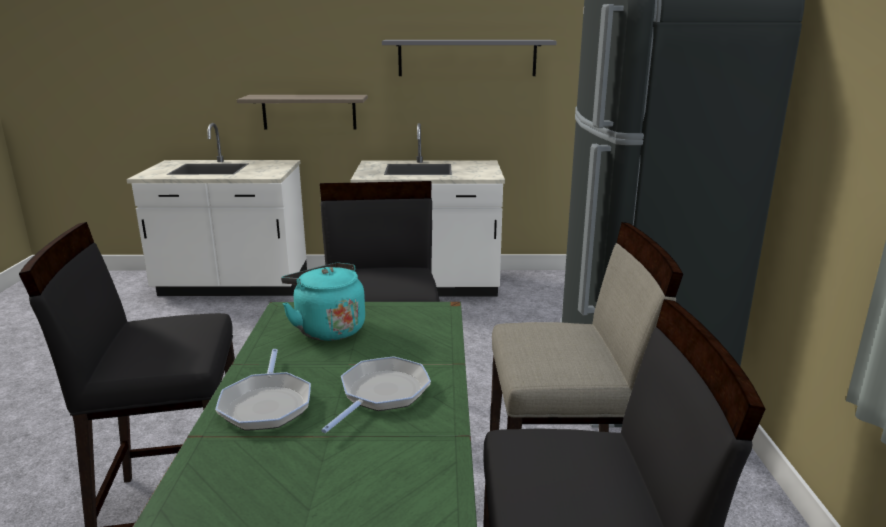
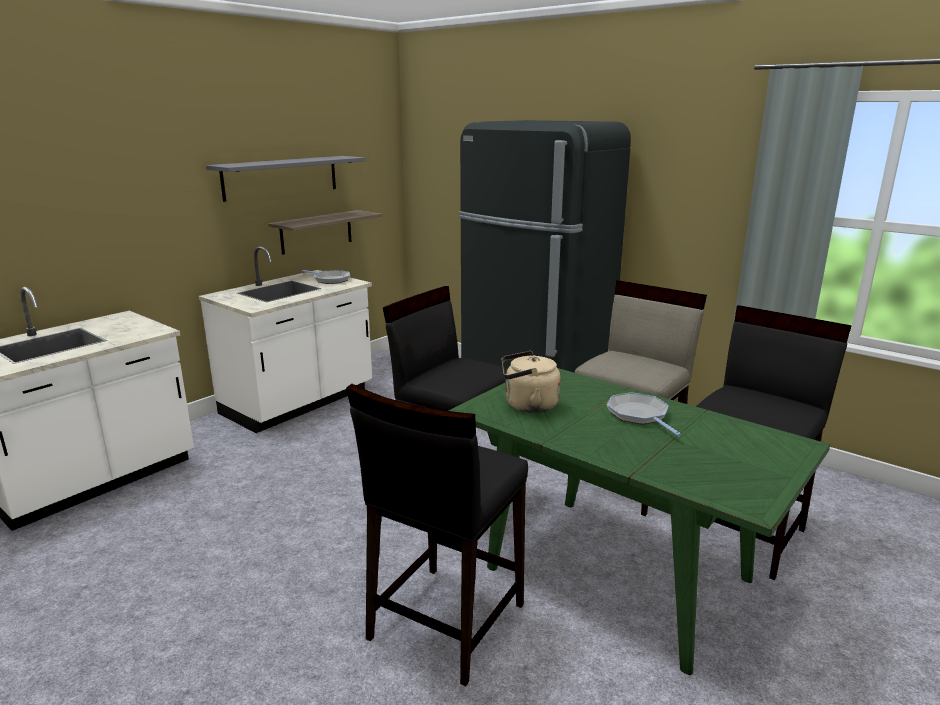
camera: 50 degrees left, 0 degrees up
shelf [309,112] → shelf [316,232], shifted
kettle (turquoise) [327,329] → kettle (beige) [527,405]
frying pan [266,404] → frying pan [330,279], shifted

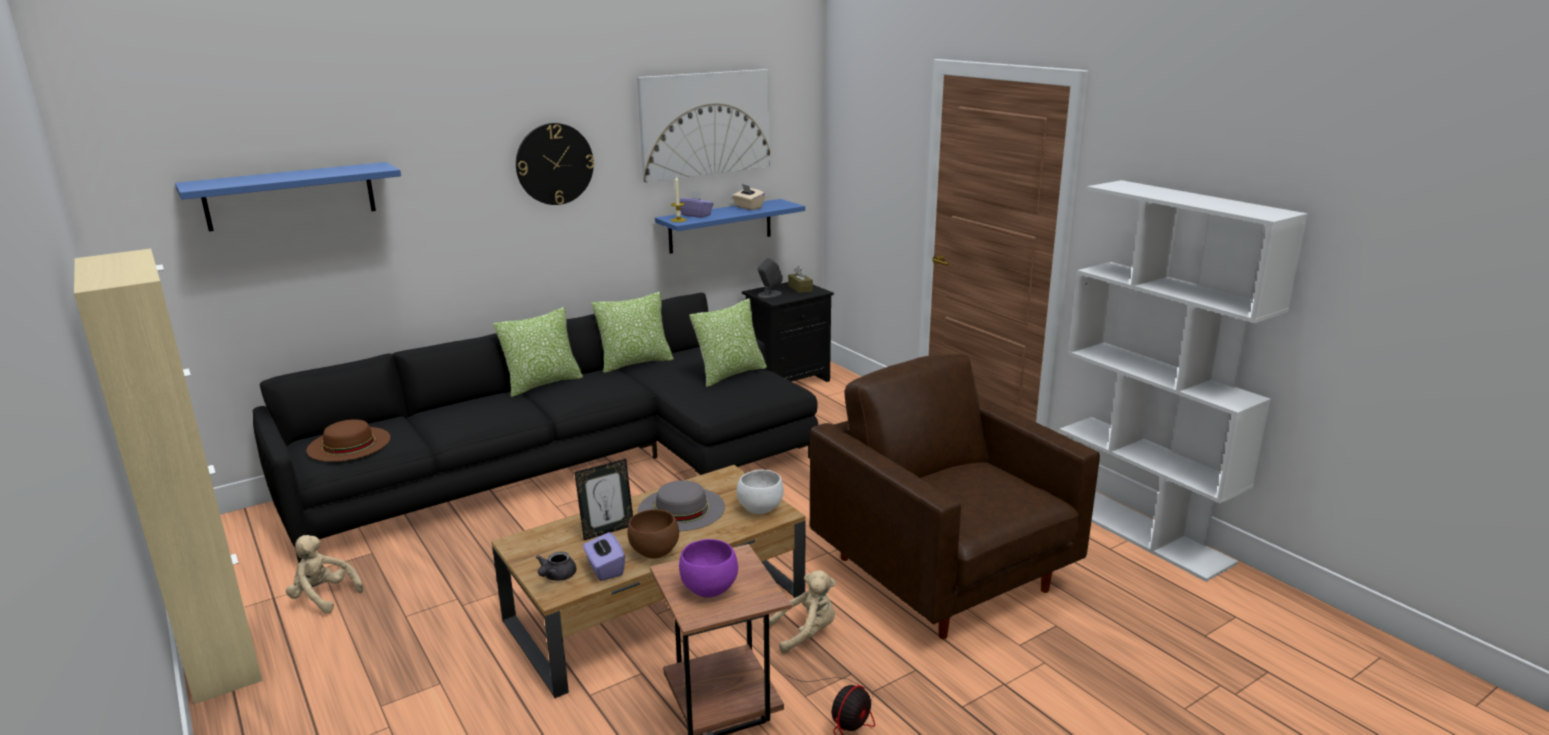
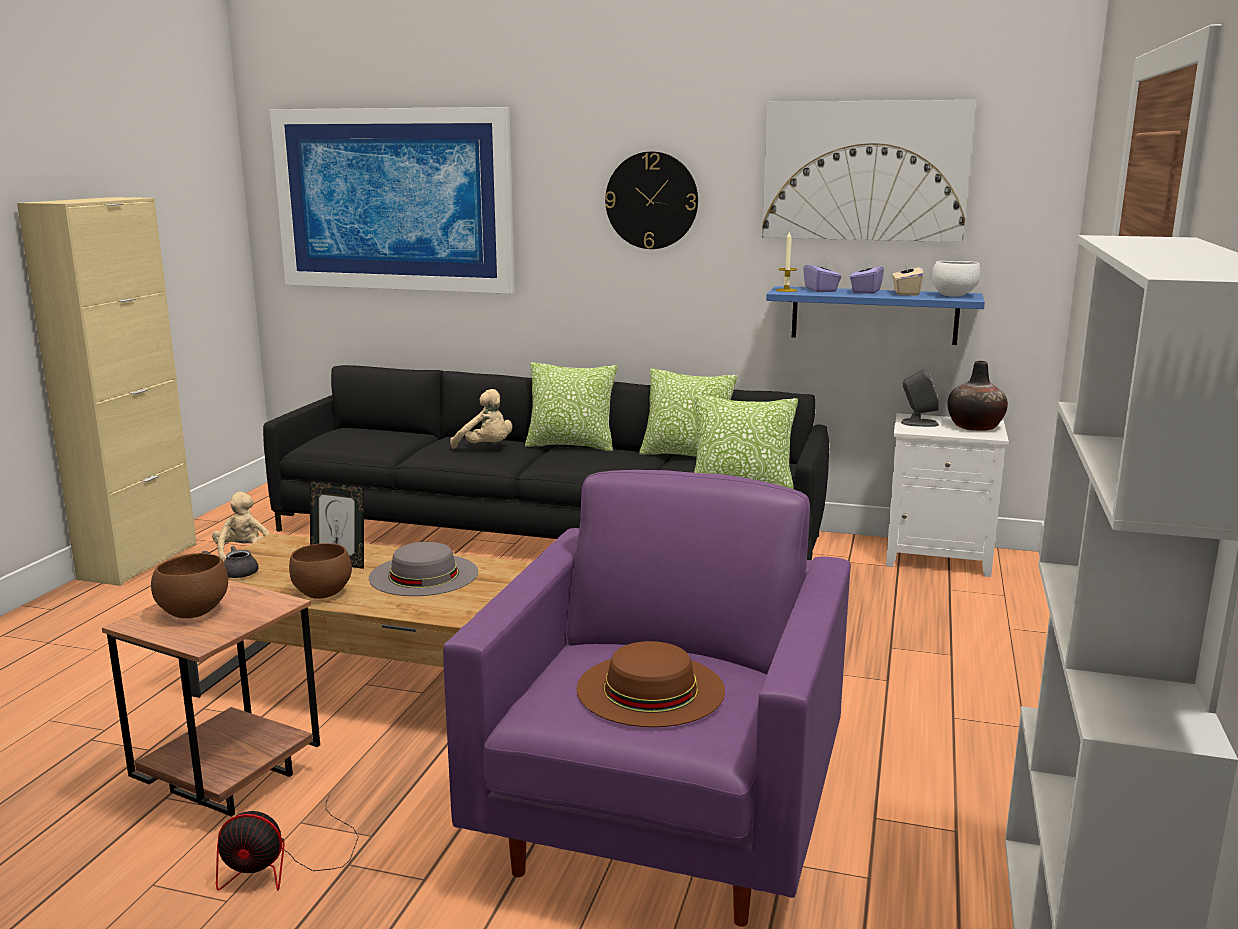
camera: 50 degrees right, 5 degrees down
shelf (blue) [290,196] → picture [394,200]
tissue box (brown) [800,288] → vase [975,427]
nightstand (black) [788,379] → nightstand (white) [939,557]
armchair (brown) [944,575] → armchair (purple) [662,822]
hat (brown) [349,444] → hat (brown) [650,689], shifted
bowl (white) [759,508] → bowl (white) [953,295], shifted
tissue box (purple) [604,569] → tissue box (purple) [865,291], shifted
bowl (purple) [708,590] → bowl (brown) [191,612]
plush toy (beige) [806,633] → plush toy (beige) [486,448], shifted

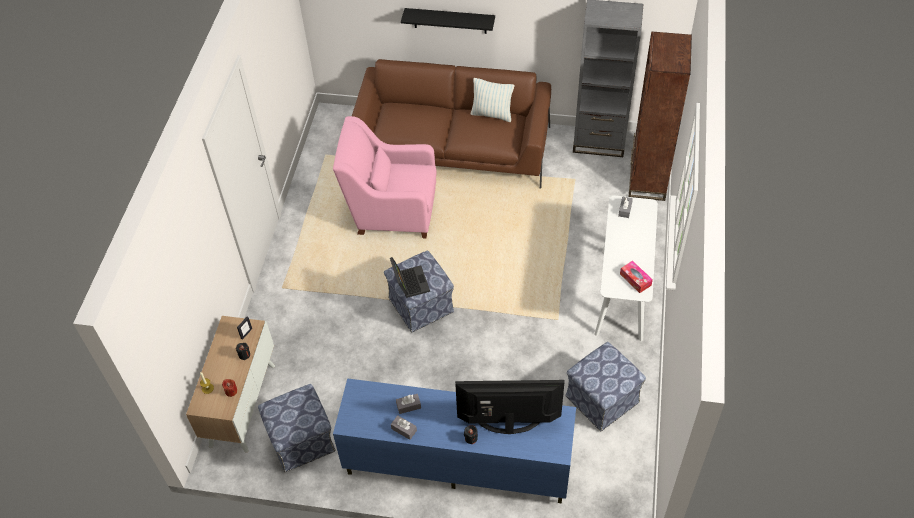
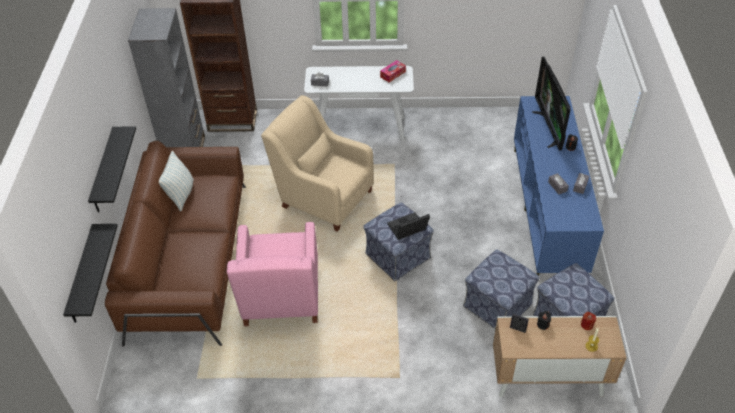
camera: 100 degrees left, 5 degrees down
ottoman [601,400] → ottoman [498,306], shifted
- → armchair (beige) [323,197]
- → shelf (black) [82,276]

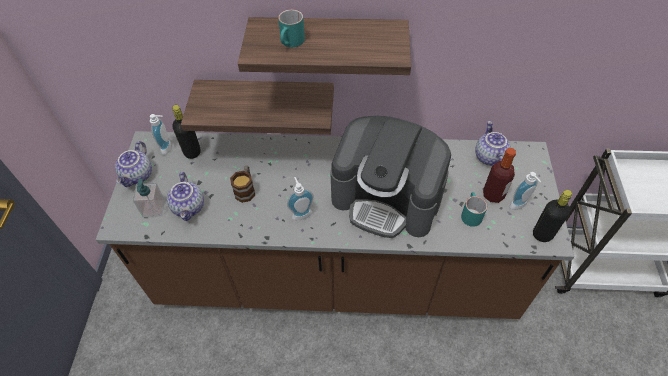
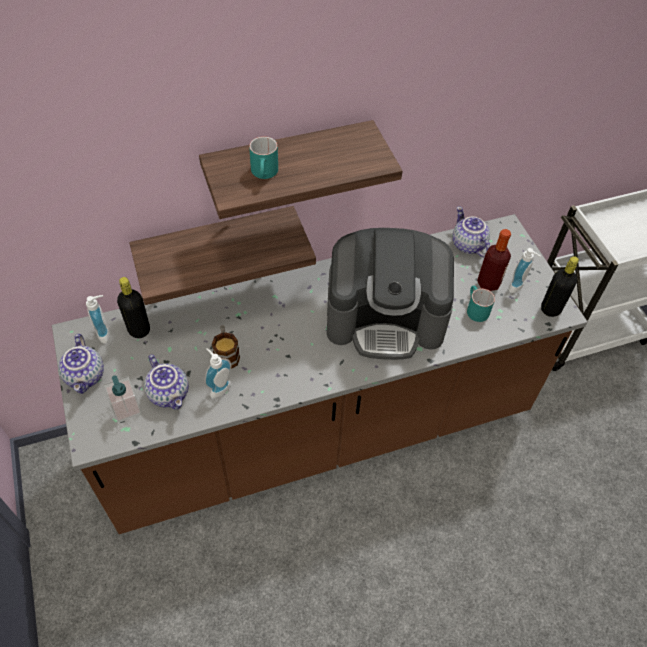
camera: 25 degrees left, 0 degrees up
soap dispenser [301,213] → soap dispenser [218,388], shifted

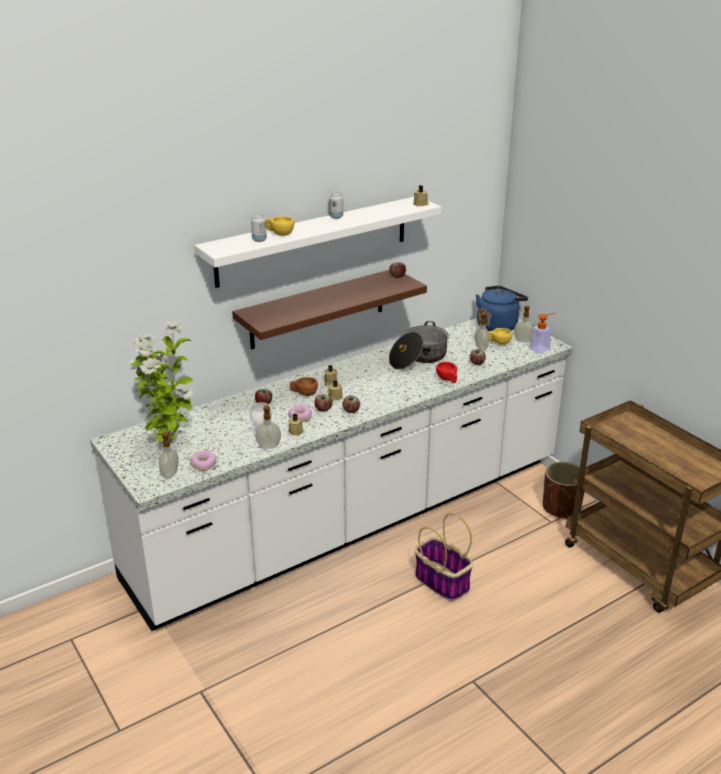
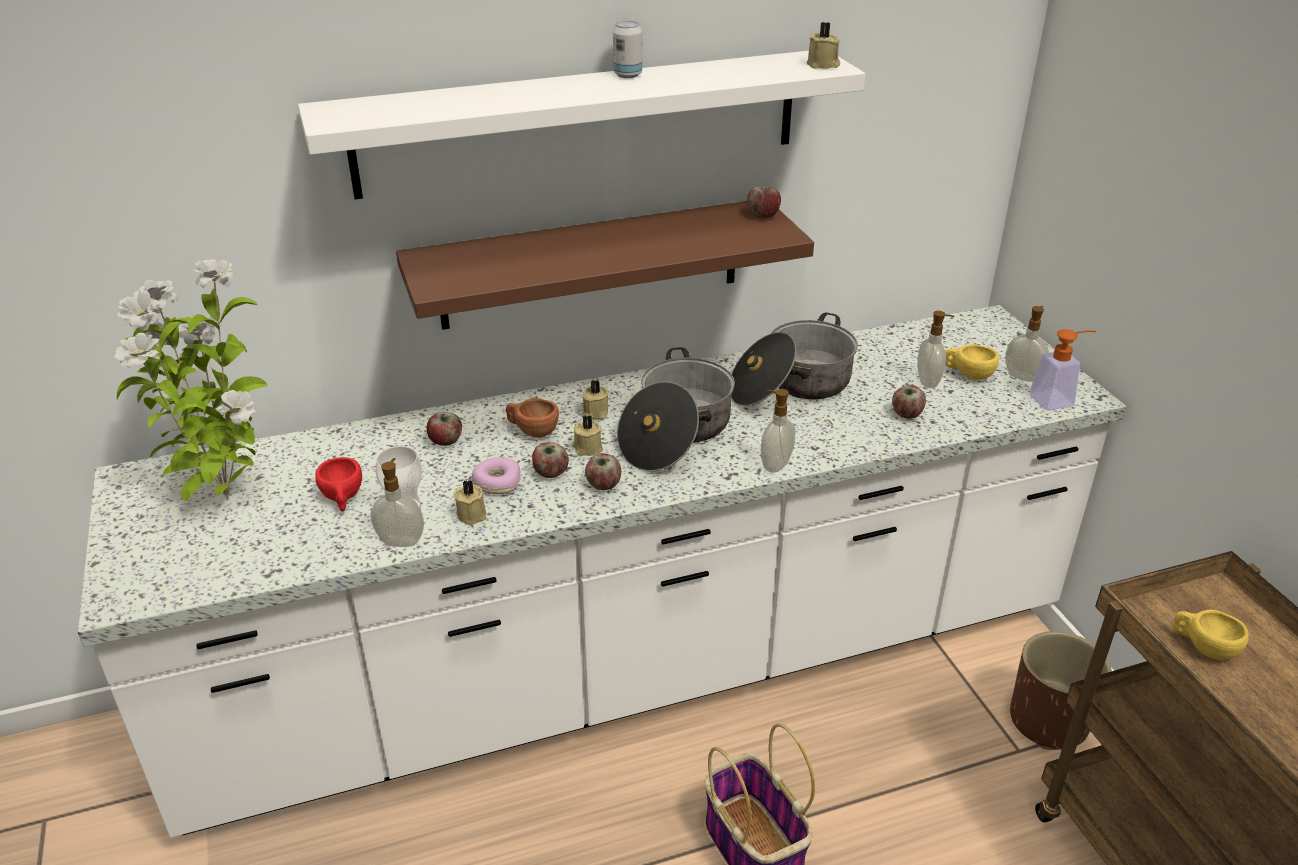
camera: 15 degrees right, 5 degrees up
can [259,240] → -
cup (yellow) [279,234] → cup (yellow) [1203,647], shifted
kettle (blue) [498,326] → -
cup (red) [448,380] → cup (red) [343,499], shifted
soap dispenser [169,474] → soap dispenser [774,464], shifted
donut [203,464] → -
- → cooking pot [676,433]

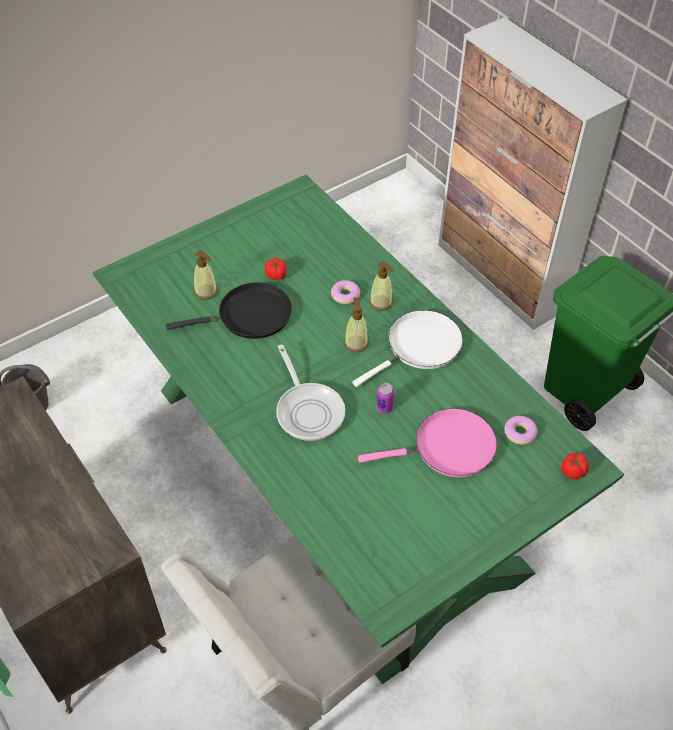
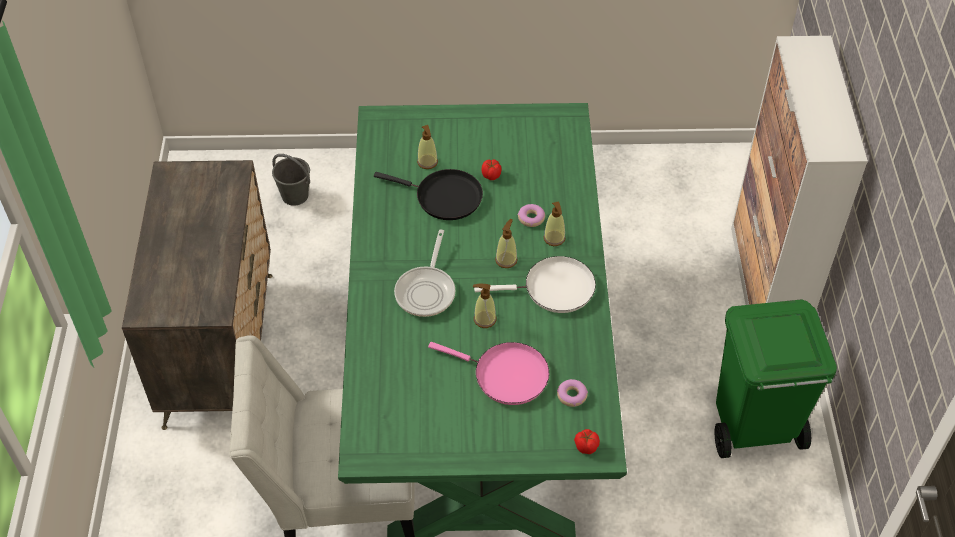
camera: 35 degrees right, 0 degrees up
can [384,407] → soap dispenser [484,319]

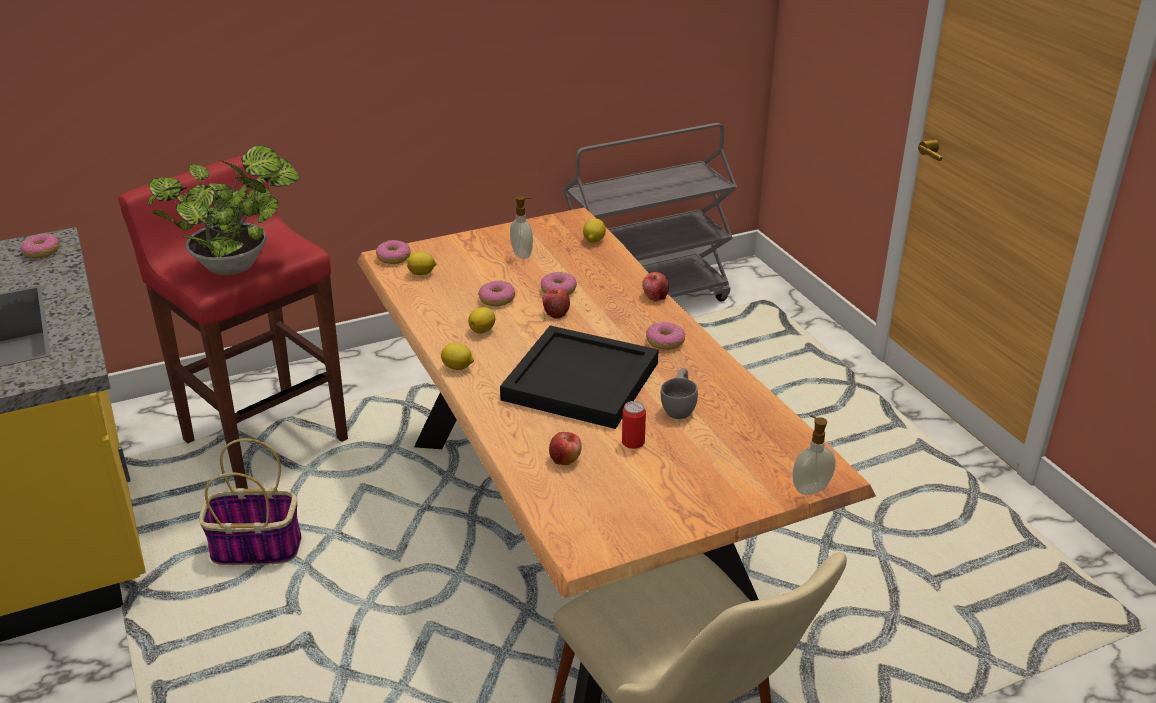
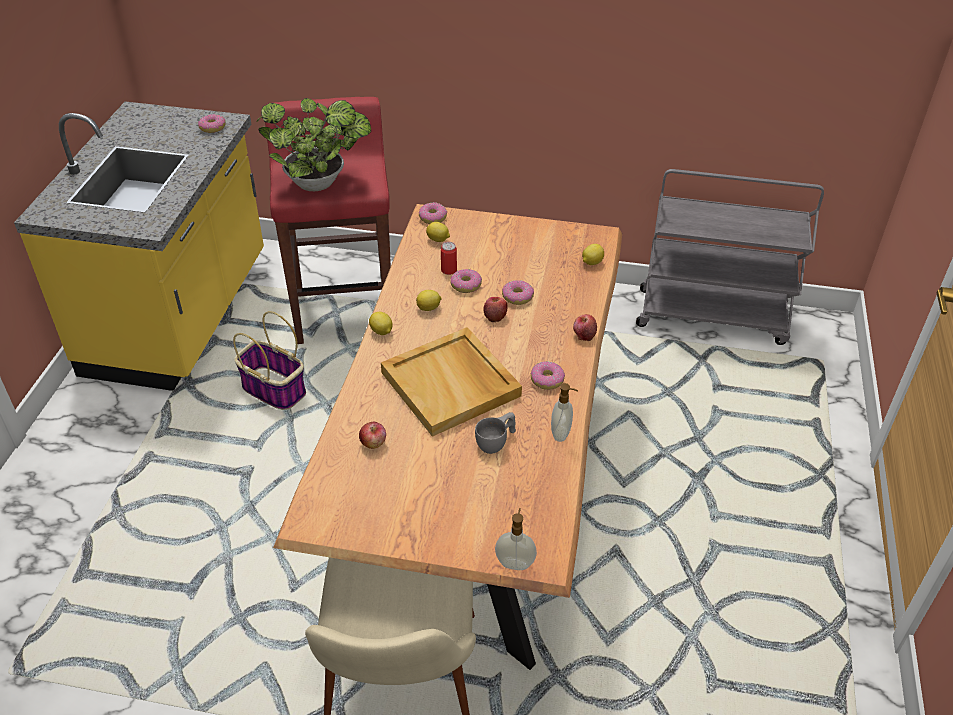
camera: 35 degrees right, 10 degrees up
soap dispenser [522,254] → soap dispenser [561,433], shifted
tray (black) [582,381] → tray (beige) [452,384]
can [633,442] → can [448,270], shifted

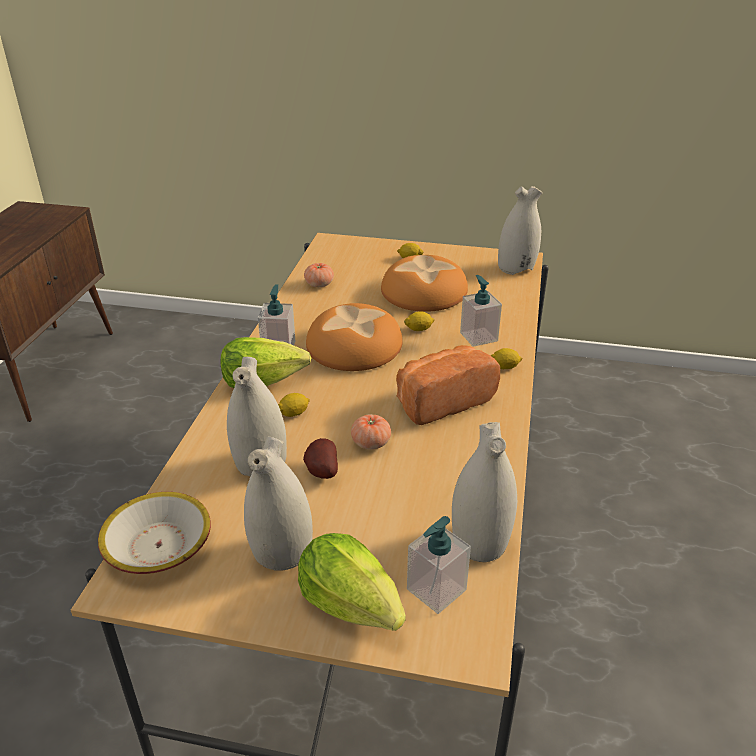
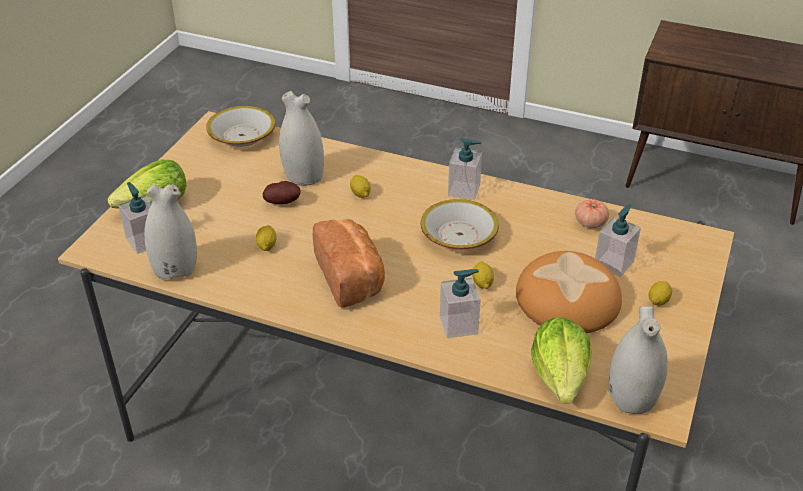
camera: 100 degrees right, 5 degrees up
bread [354,345] → bowl [459,235]
lettuce [263,380] → lettuce [560,377], shifted
lemon [504,367] → lemon [267,245], shifted
tomato [371,443] → -
vase (white) [281,552] → -
- → soap dispenser [614,263]

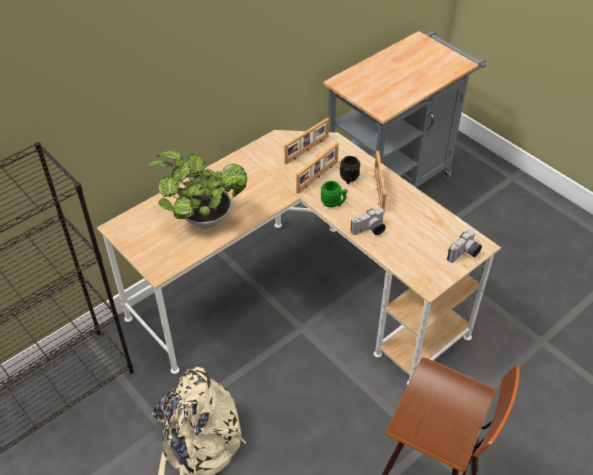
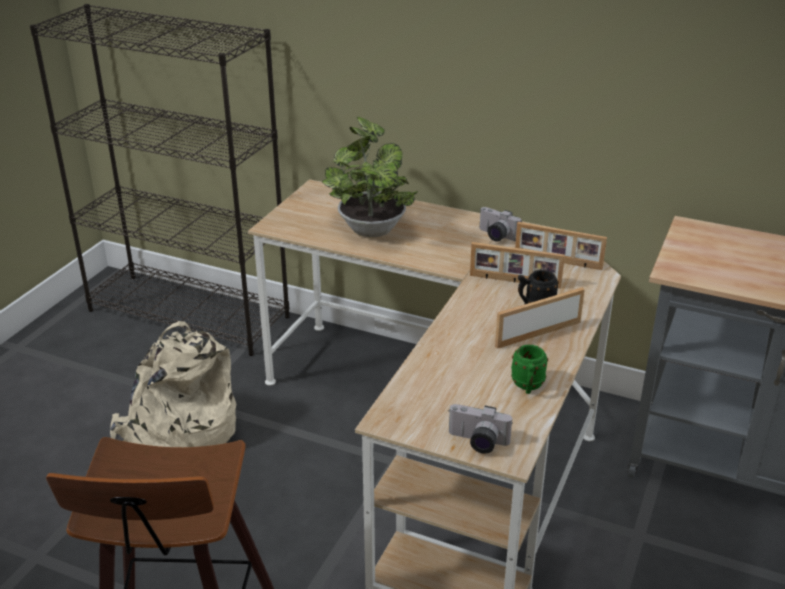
camera: 65 degrees right, 15 degrees down
mug (green) [333,203] → mug (green) [527,386], shifted
photo camera [369,231] → photo camera [495,236], shifted

